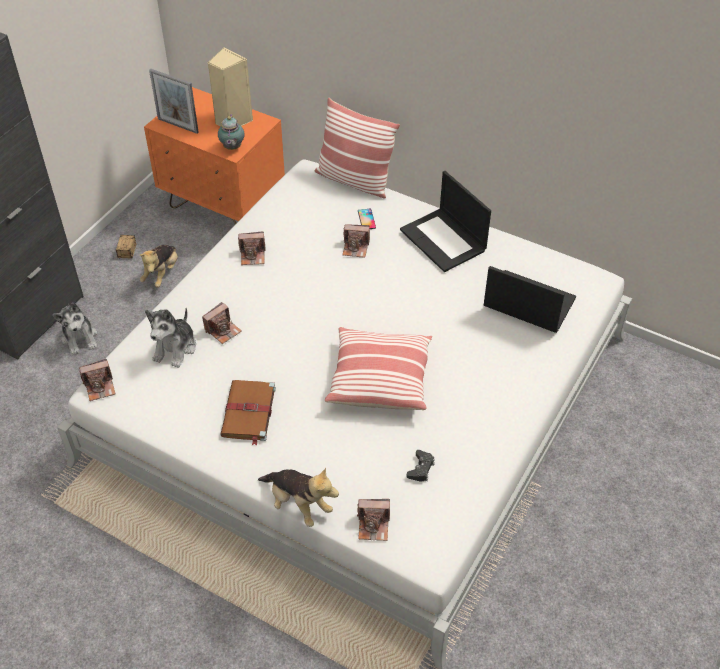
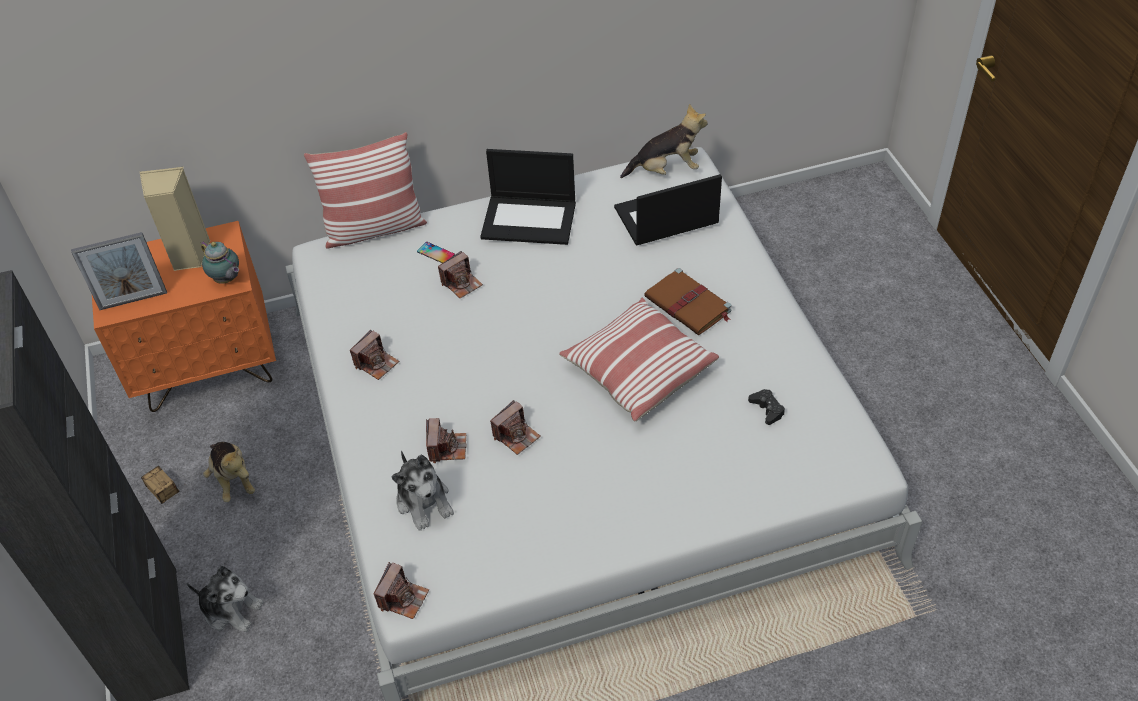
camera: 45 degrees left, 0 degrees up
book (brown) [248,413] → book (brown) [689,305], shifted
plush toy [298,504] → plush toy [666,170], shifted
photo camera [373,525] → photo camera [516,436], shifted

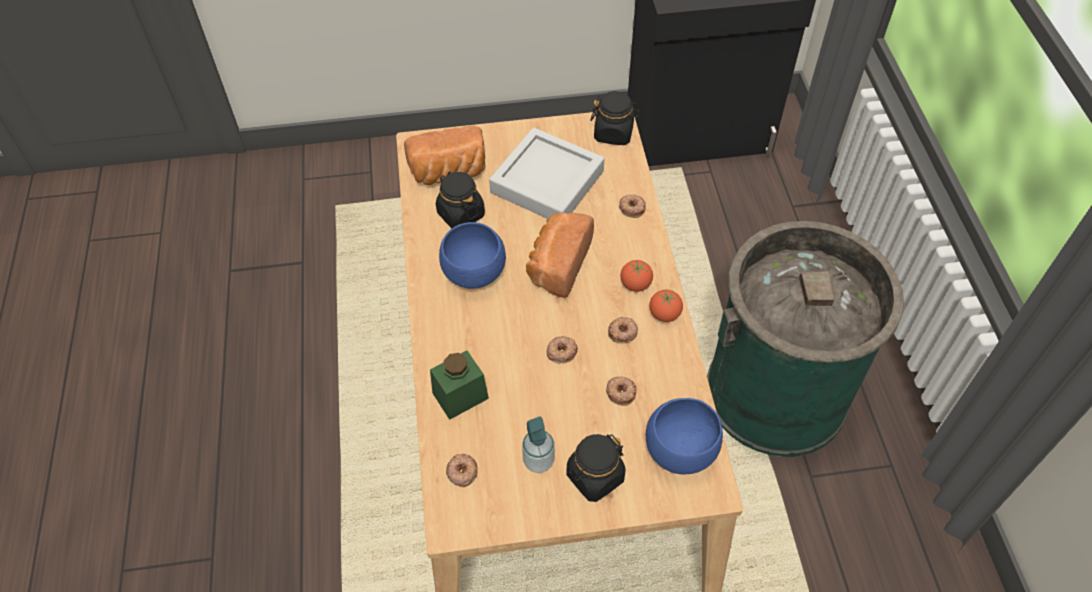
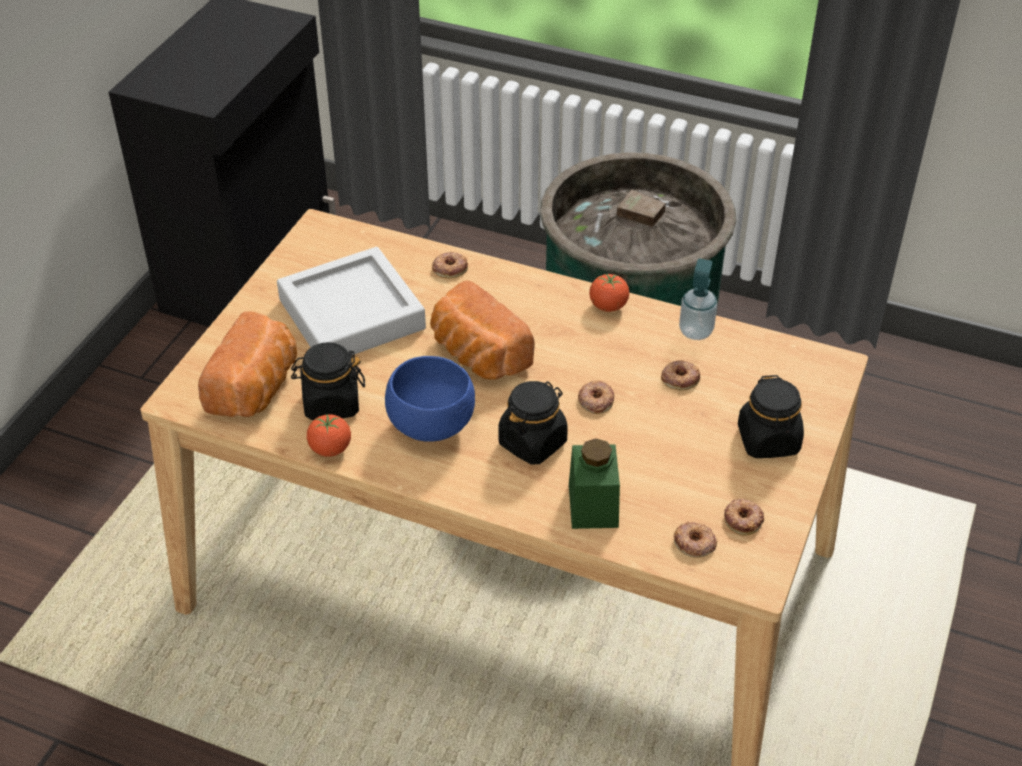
camera: 60 degrees left, 10 degrees down
jar (black) [614,133] → jar (black) [533,442], shifted
tomato [635,284] → tomato [330,449], shifted
donut [623,332] → donut [743,519], shifted
bowl (blue) [679,450] → -
soap dispenser [538,461] → soap dispenser [695,331], shifted

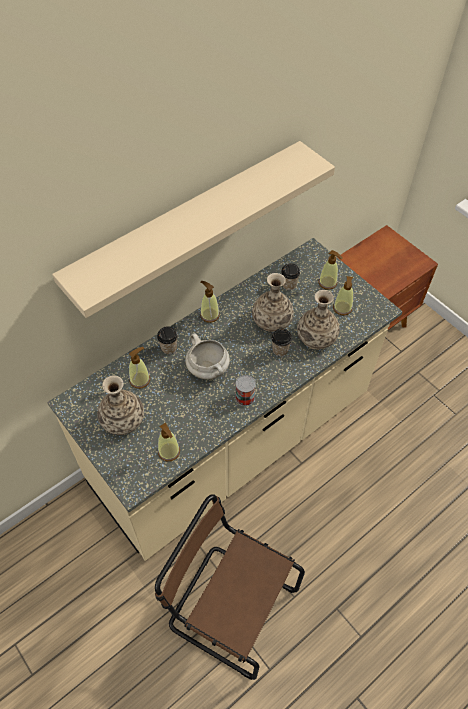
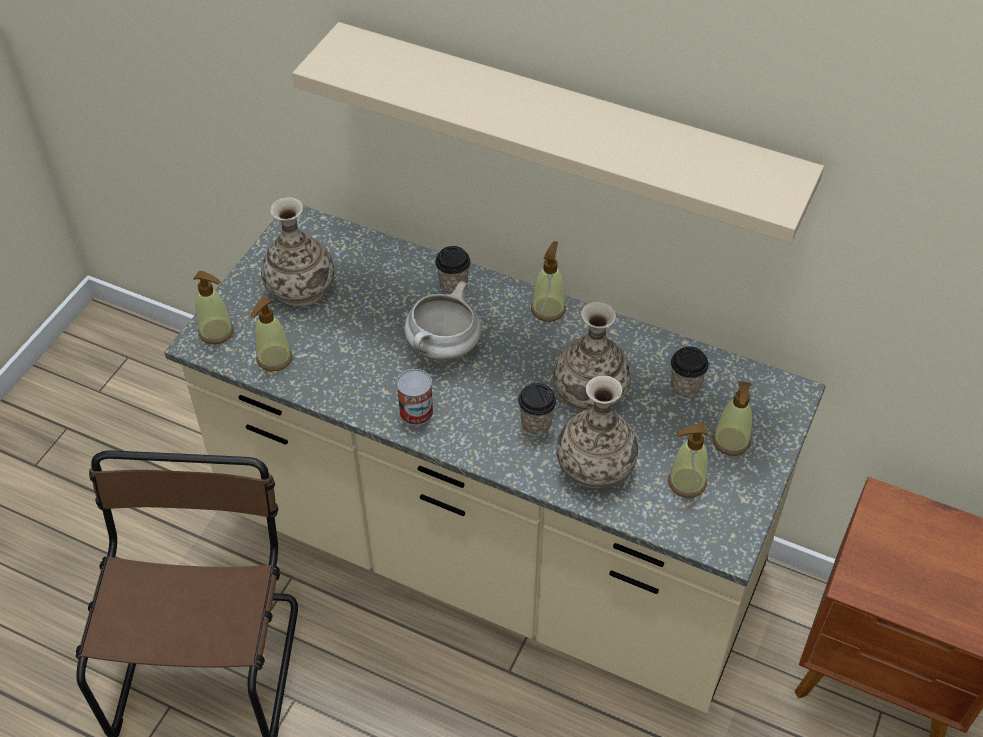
camera: 65 degrees right, 5 degrees down
soap dispenser [140,380] → soap dispenser [216,331], shifted

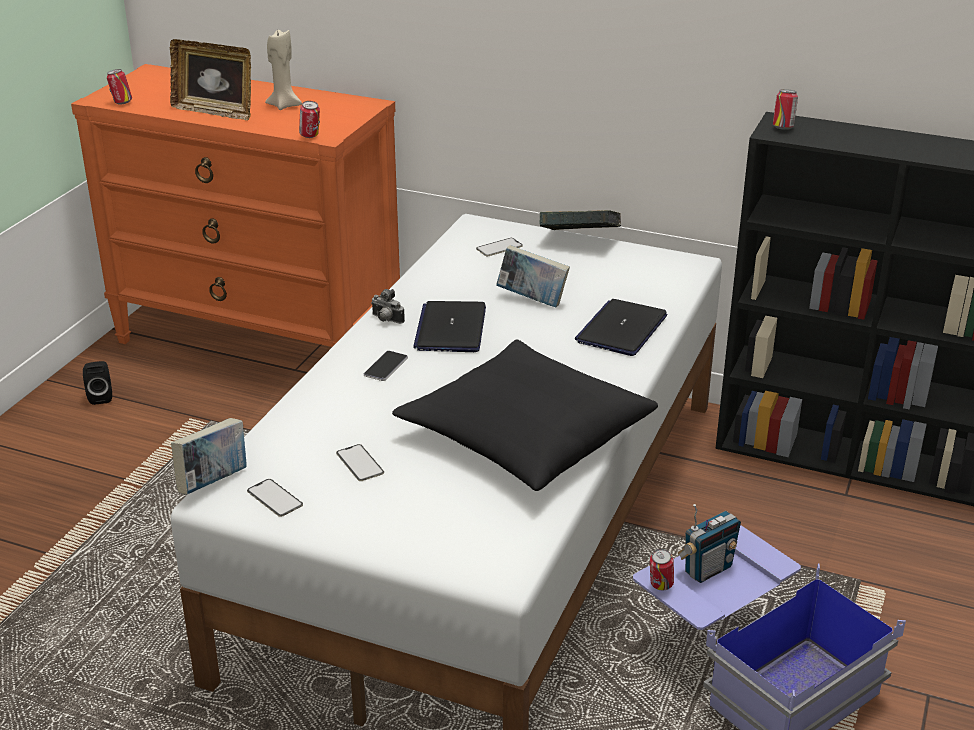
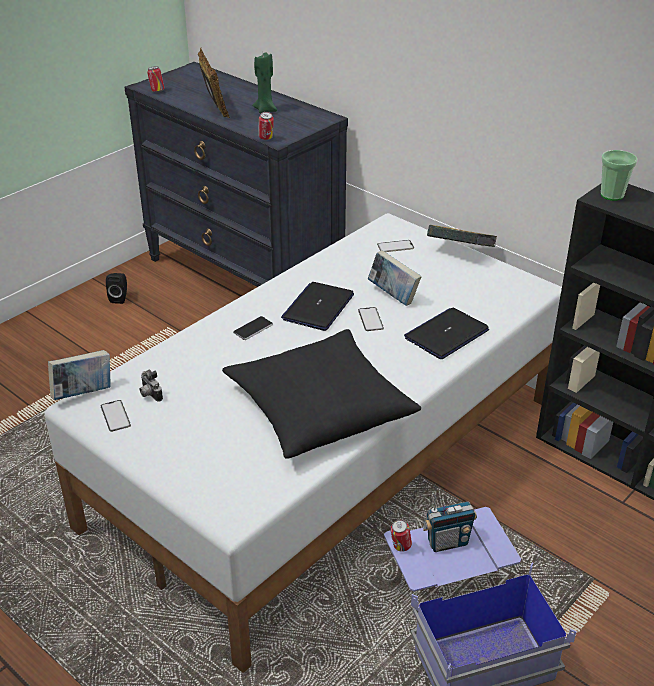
camera: 20 degrees right, 5 degrees up
candle (beige) [284,105] → candle (green) [265,110]
picture frame [215,111] → picture frame [214,108], 150 degrees counterclockwise
dresser (orange) [260,342] → dresser (black) [244,278]
can [783,128] → cup [612,195]
photo camera [386,320] → photo camera [149,394], shifted
phone [360,463] → phone [370,319], shifted

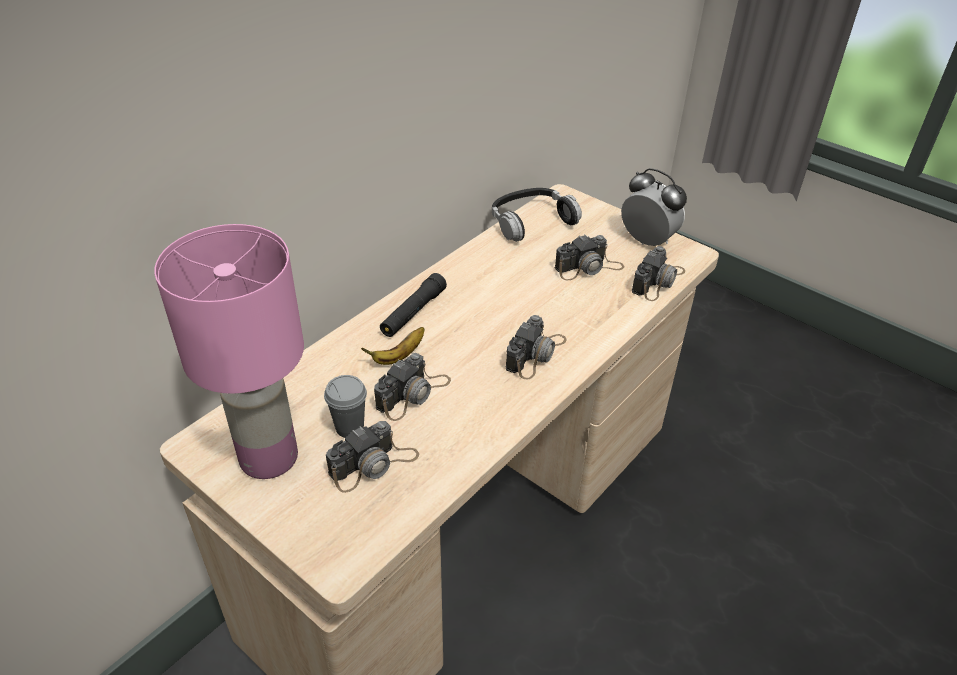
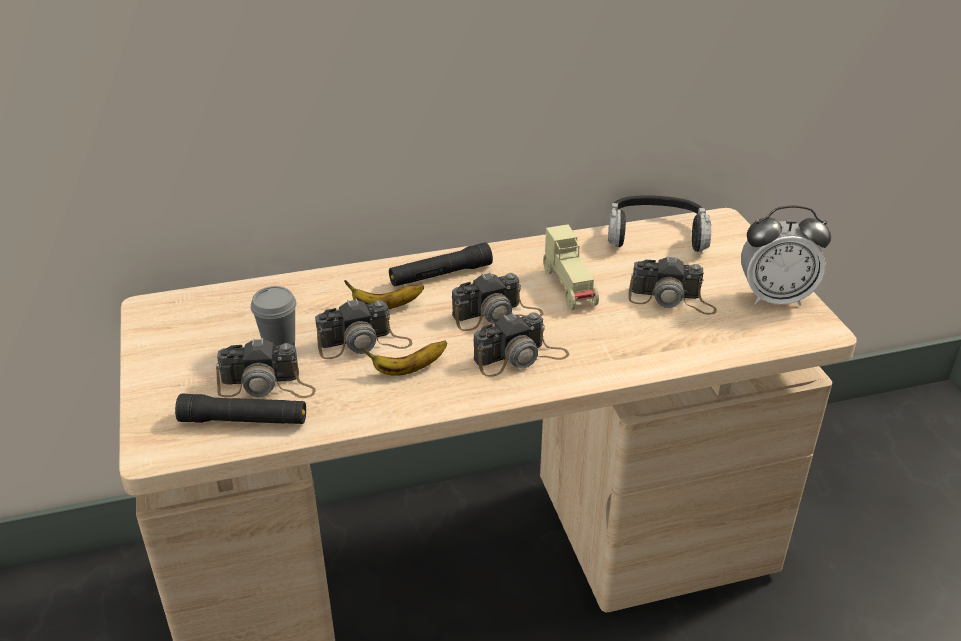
camera: 35 degrees right, 5 degrees down
alarm clock [647,241] → alarm clock [774,298], 105 degrees clockwise
table lamp (pink) [269,459] → -
photo camera [658,281] → photo camera [497,315], shifted
- → toy car (beige) [570,288]
- → banana [408,369]
- → flashlight (black) [244,420]

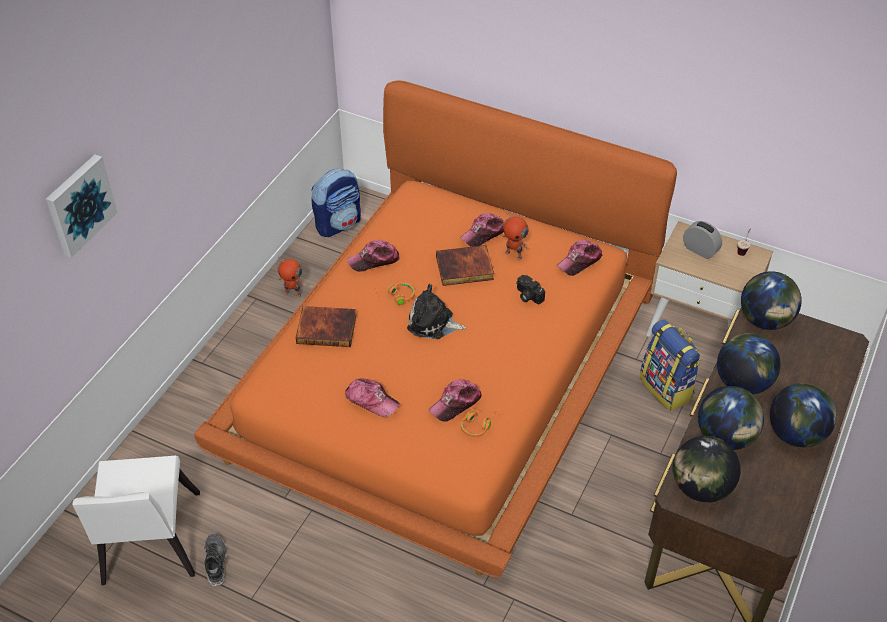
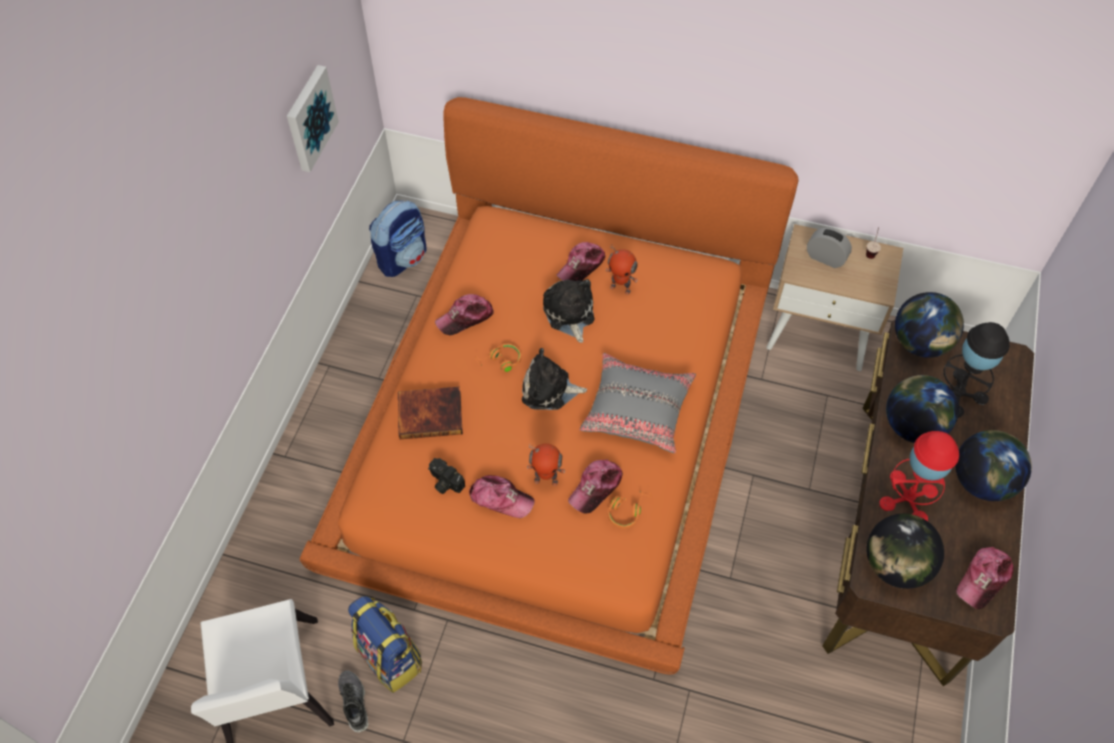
camera: 10 degrees left, 10 degrees up
picture [79,204] → picture [309,118], shifted
cap [580,261] → cap [983,579], shifted
book [464,269] → plush toy [569,315]
toy robot [293,293] → toy robot [546,480], shifted
photo camera [527,296] → photo camera [444,482], shifted
backpack [667,388] → backpack [391,657], shifted
globe [725,437] → table lamp (red) [908,497]
- → table lamp (black) [958,393]
- → pillow (grey) [637,409]

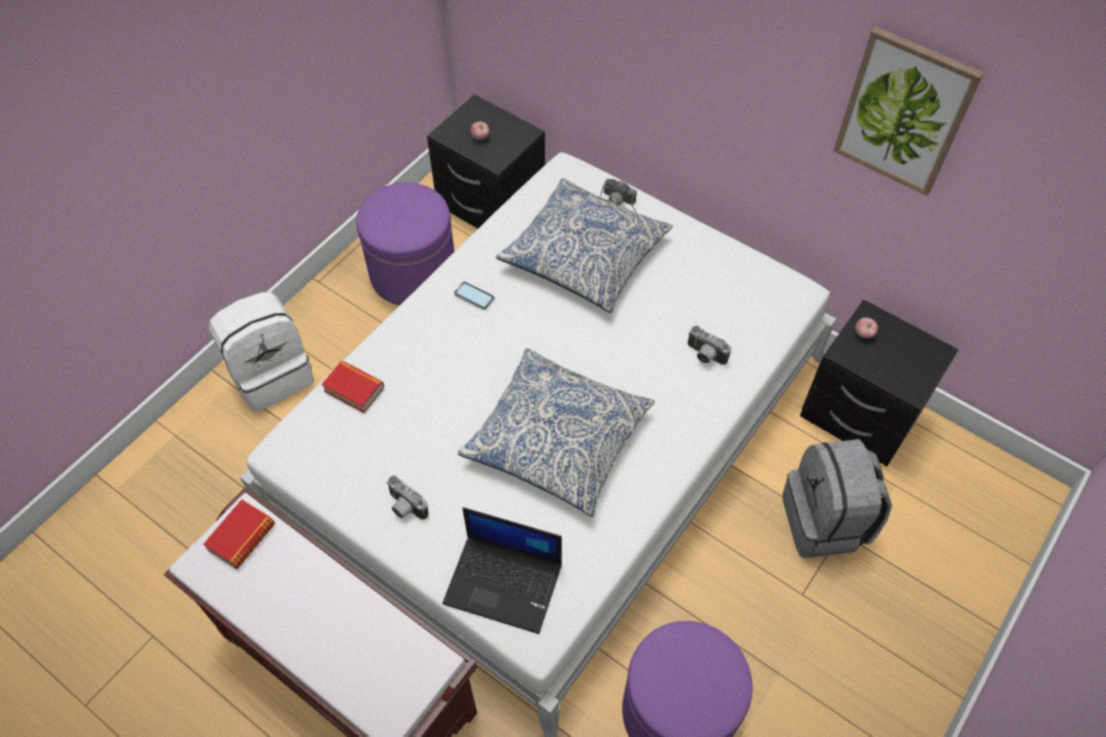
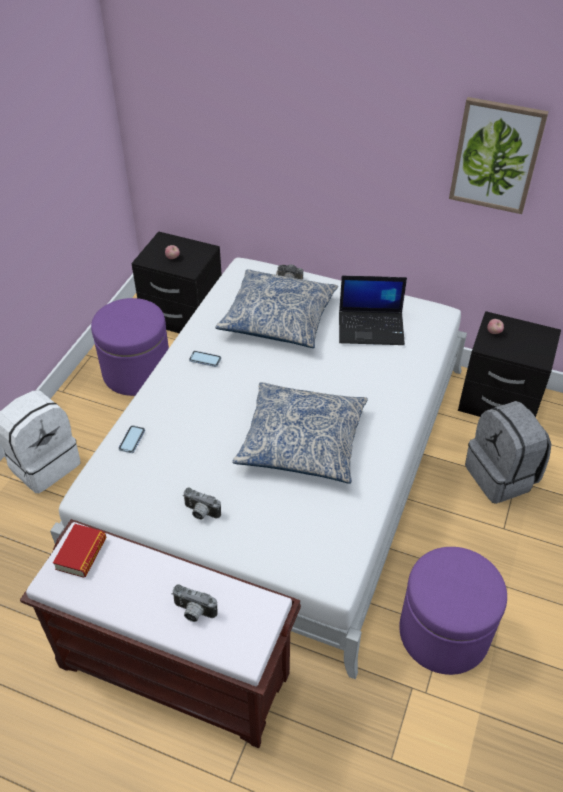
camera: 15 degrees left, 10 degrees down
photo camera [704,356] → photo camera [193,612], shifted
book [354,389] → phone [132,440]
laptop [505,583] → laptop [372,327], shifted

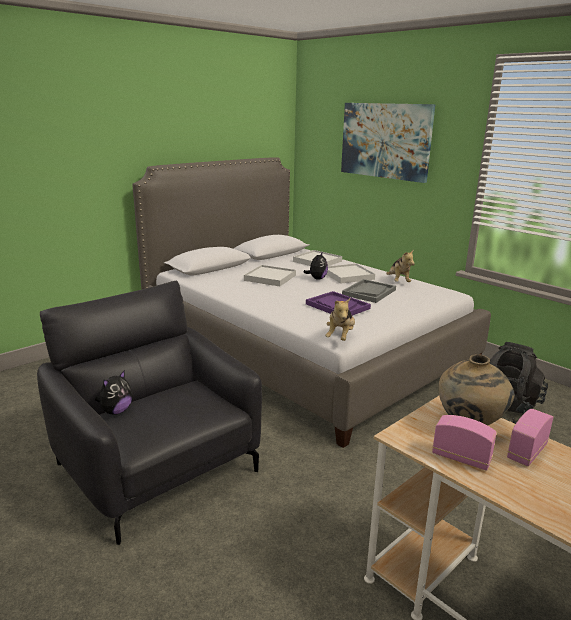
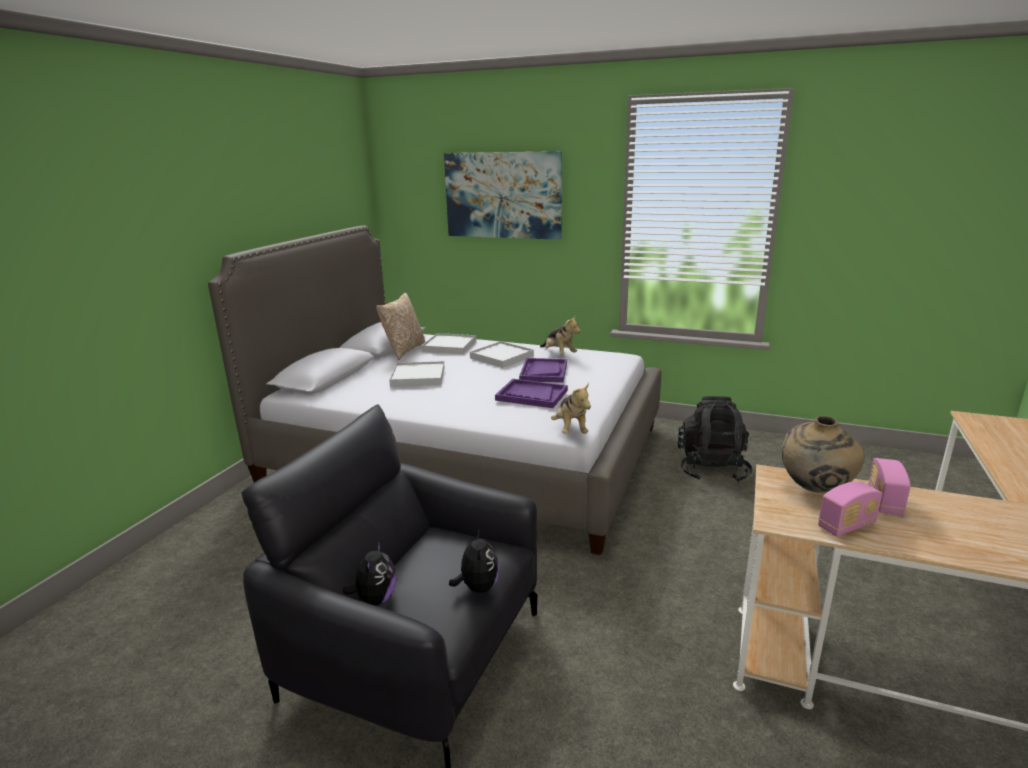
camera: 25 degrees left, 0 degrees up
plush toy [317,278] → plush toy [477,587], shifted
tray (grey) [369,292] → tray (purple) [543,372]
radio [461,458] → radio [846,526], 150 degrees clockwise
- → pillow [403,350]

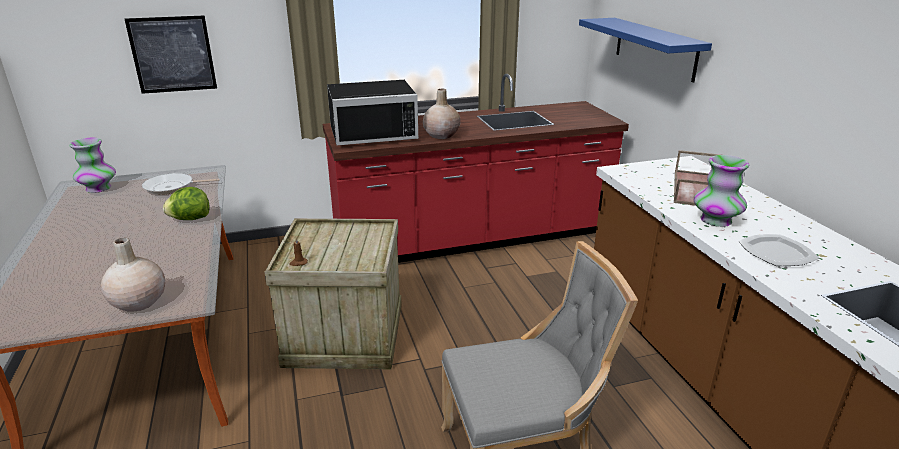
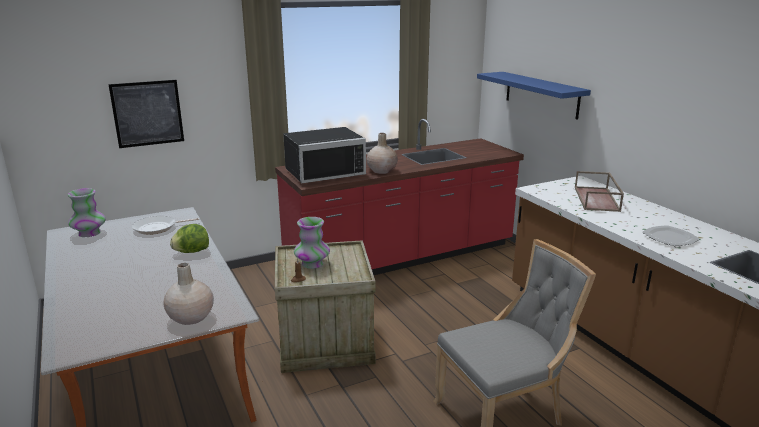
camera: 10 degrees left, 5 degrees down
vase [716,221] → vase [312,264], shifted

